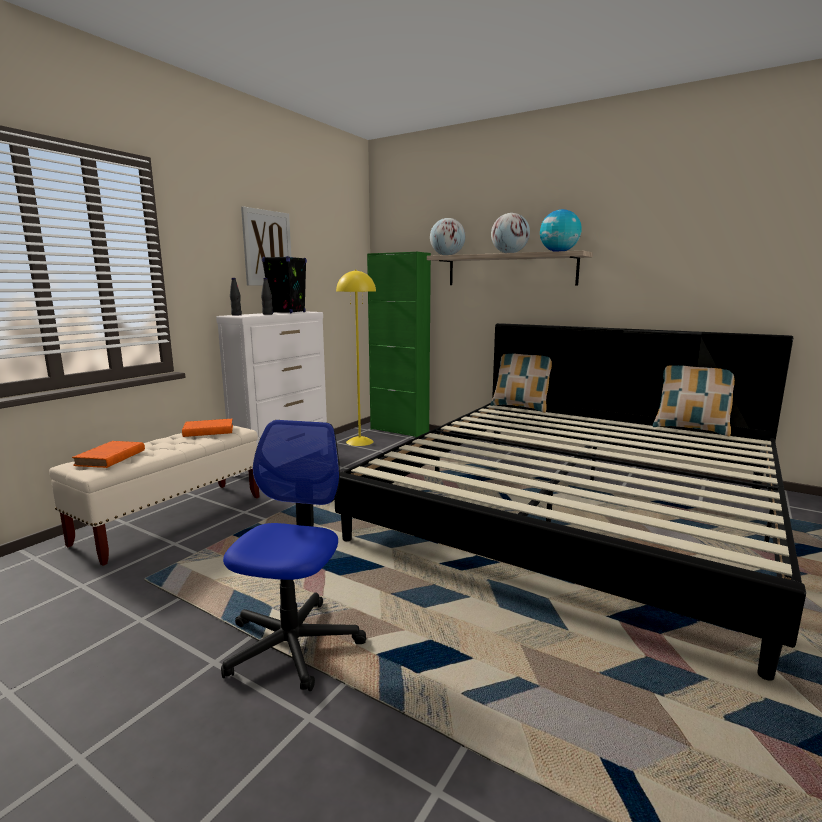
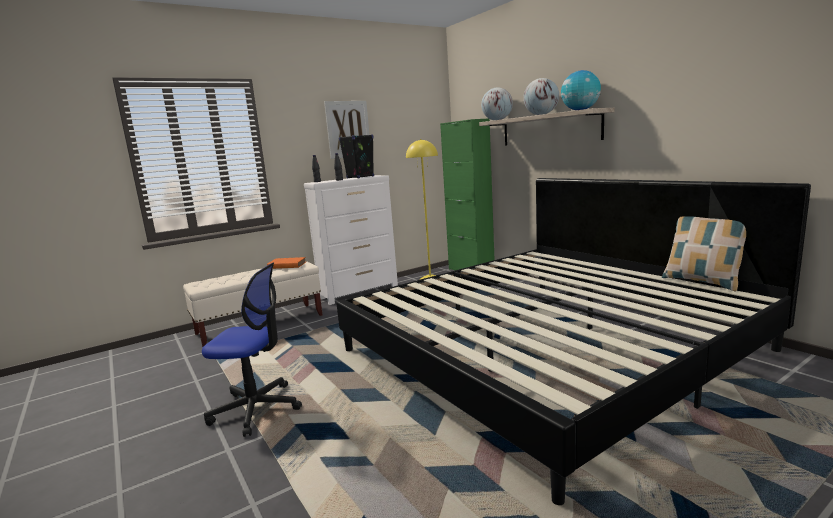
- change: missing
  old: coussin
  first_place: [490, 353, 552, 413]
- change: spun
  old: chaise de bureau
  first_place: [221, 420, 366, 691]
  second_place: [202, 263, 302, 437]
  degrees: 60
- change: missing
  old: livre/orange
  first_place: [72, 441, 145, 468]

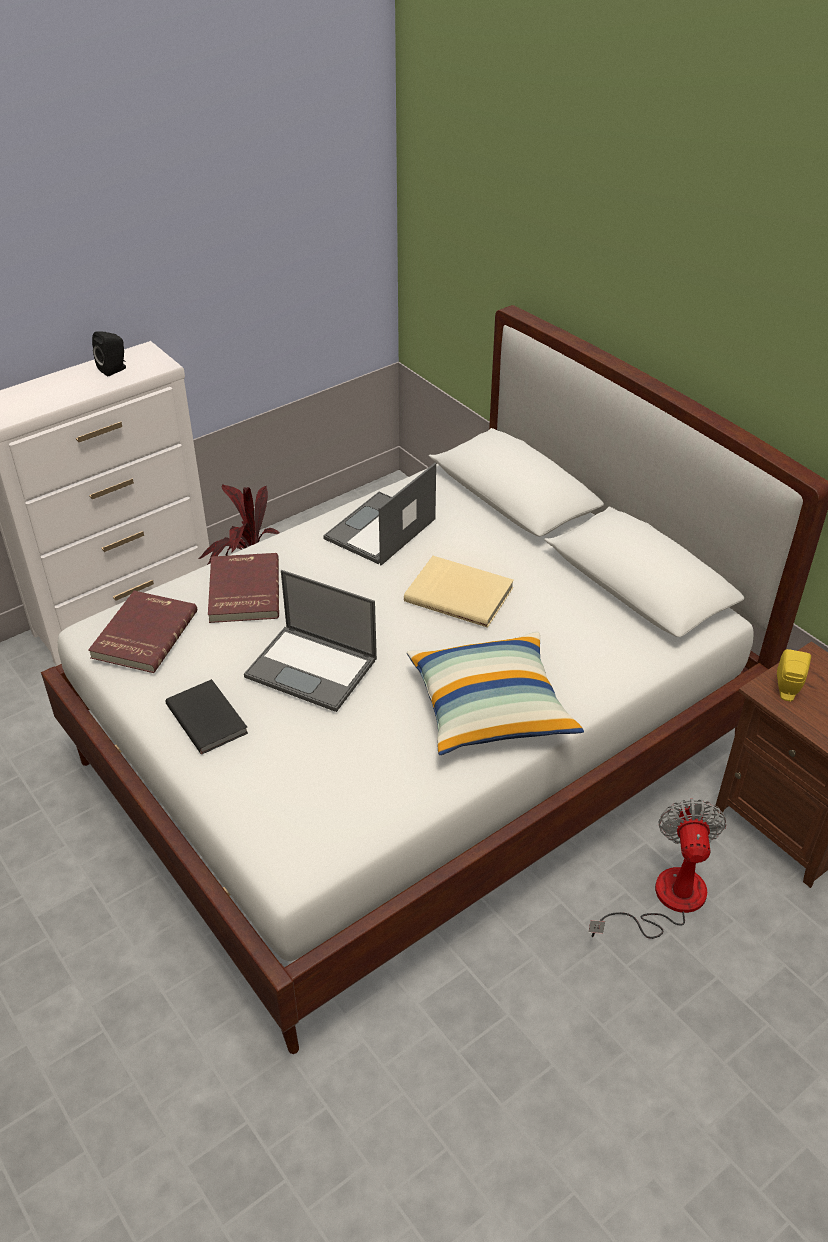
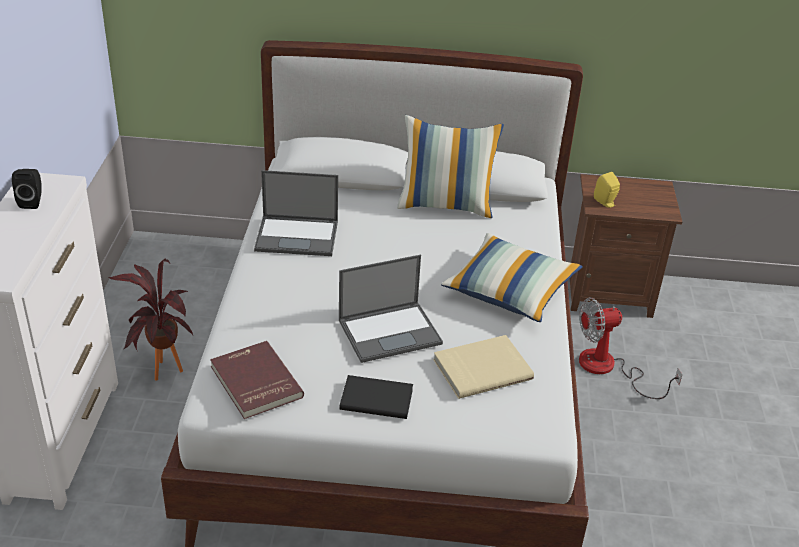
- change: spun
  old: ordinateur portable
  first_place: [323, 463, 436, 565]
  second_place: [254, 170, 338, 256]
  degrees: -75
- change: missing
  old: livre/rouge
  first_place: [208, 553, 279, 623]
- change: relocated
  old: livre/beige
  first_place: [404, 556, 514, 628]
  second_place: [433, 335, 534, 399]
- change: spun
  old: ventilateur
  first_place: [588, 799, 726, 939]
  second_place: [579, 297, 683, 399]
  degrees: -60
- change: appeared
  new: coussin
  second_place: [397, 115, 504, 218]

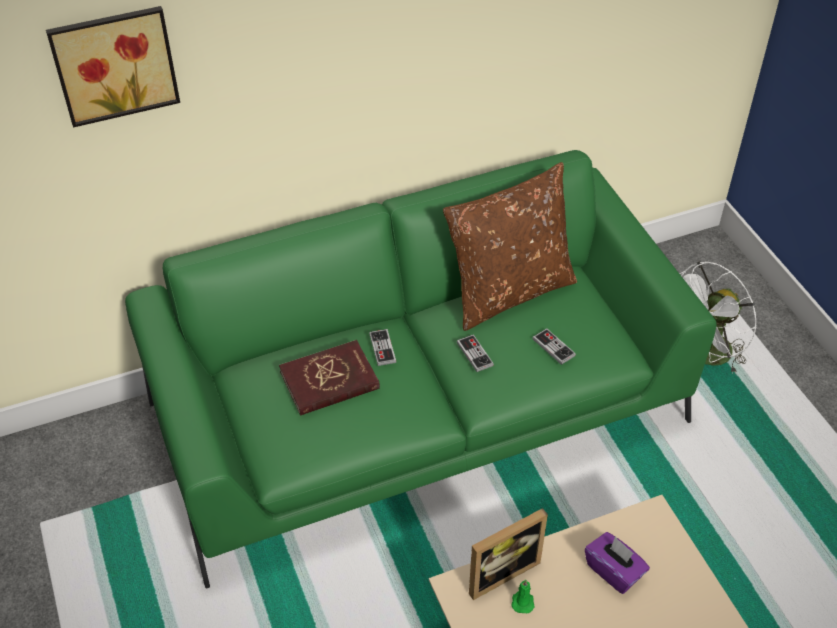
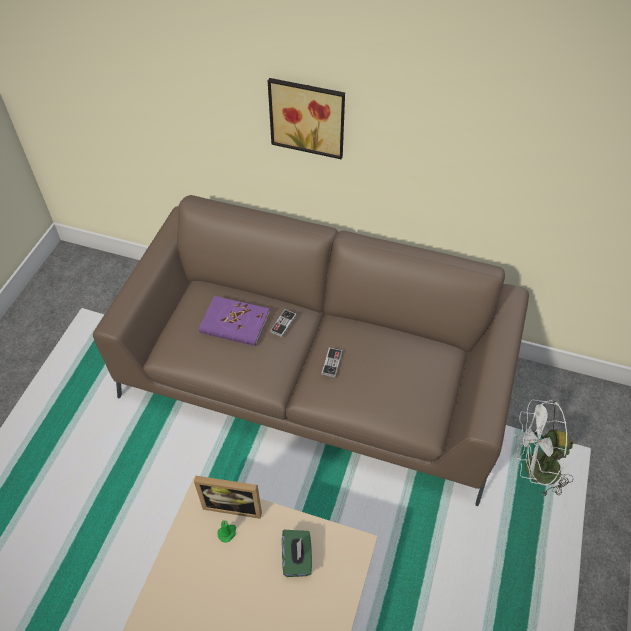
- change: relocated
  old: tableau
  first_place: [46, 6, 180, 128]
  second_place: [268, 78, 345, 159]
- change: colour
  old: canapé/vert
  new: canapé/marron
  first_place: [125, 150, 716, 588]
  second_place: [93, 195, 529, 506]
- change: missing
  old: coussin/marron
  first_place: [443, 162, 577, 331]
- change: missing
  old: manette
  first_place: [533, 328, 576, 365]
- change: colour
  old: livre/rouge
  new: livre/violet
  first_place: [279, 340, 380, 416]
  second_place: [199, 296, 270, 346]
- change: colour
  old: boîte à mouchoirs/violet
  new: boîte à mouchoirs/vert
  first_place: [585, 532, 650, 594]
  second_place: [282, 530, 312, 577]

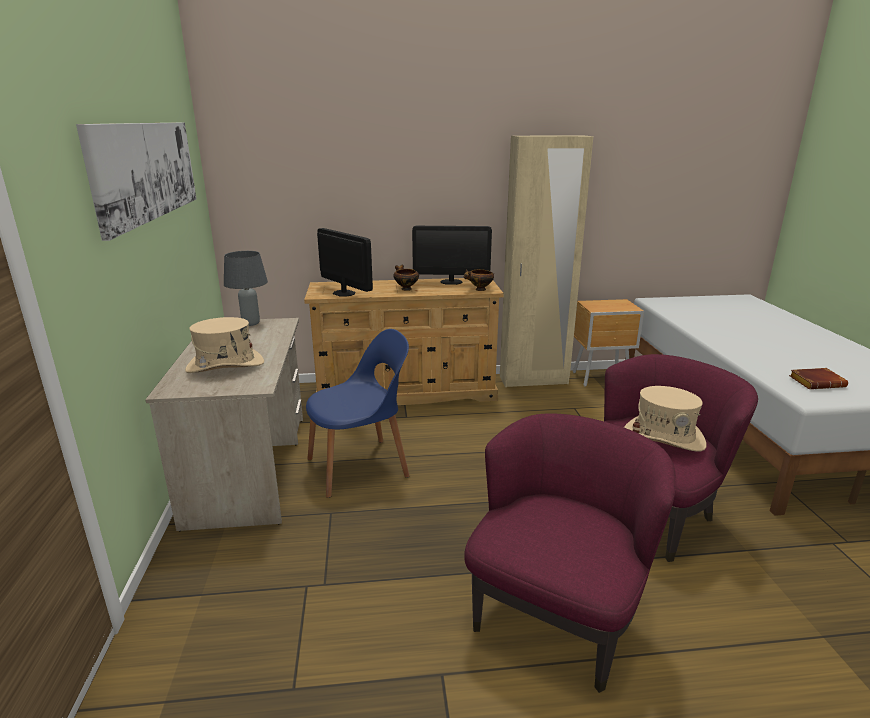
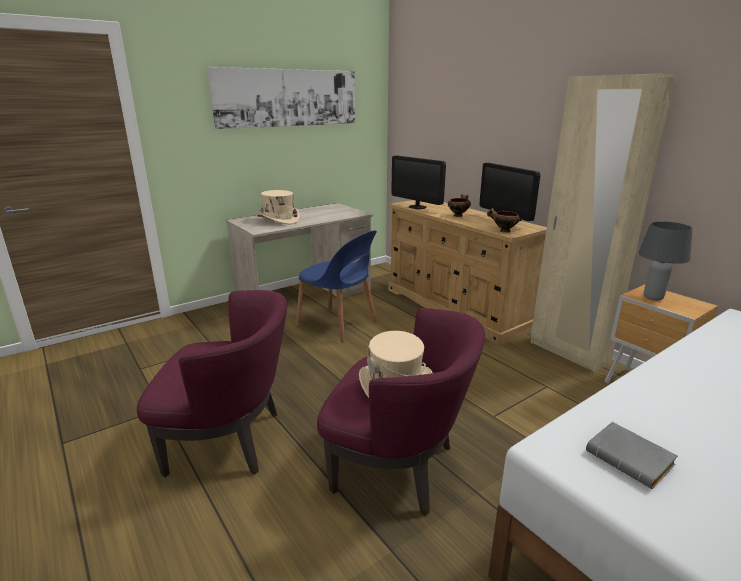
- change: spun
  old: écran d'ordinateur
  first_place: [317, 228, 373, 297]
  second_place: [392, 155, 446, 209]
  degrees: 120
- change: relocated
  old: lampe de table/gris
  first_place: [224, 251, 268, 326]
  second_place: [638, 221, 693, 301]
- change: colour
  old: livre/marron
  new: livre/gris
  first_place: [789, 368, 848, 389]
  second_place: [586, 422, 678, 489]

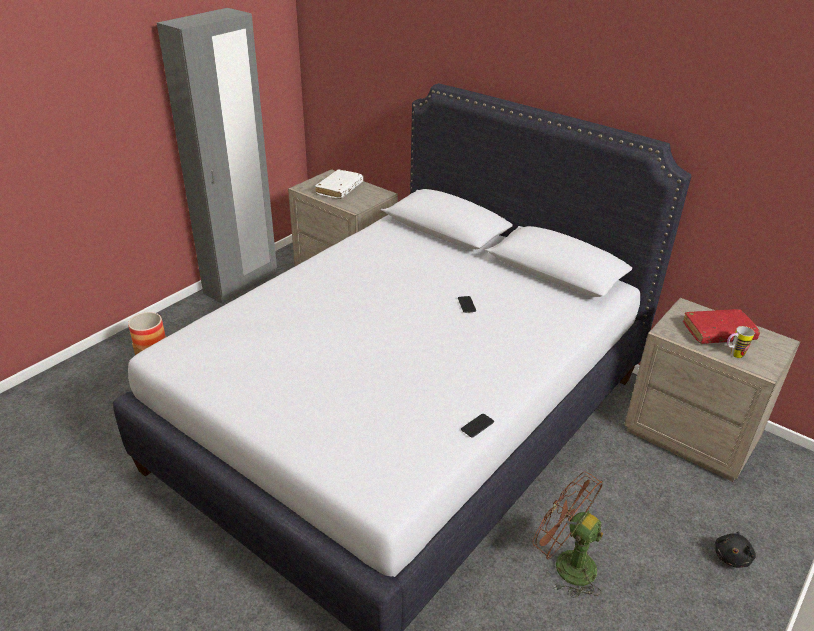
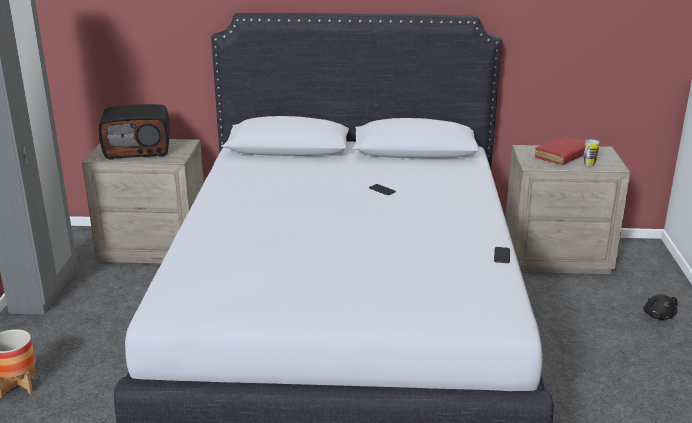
- change: exchanged
  old: livre/blanc
  new: radio
  first_place: [315, 170, 363, 199]
  second_place: [99, 104, 170, 160]
- change: missing
  old: ventilateur/marron
  first_place: [533, 472, 604, 598]

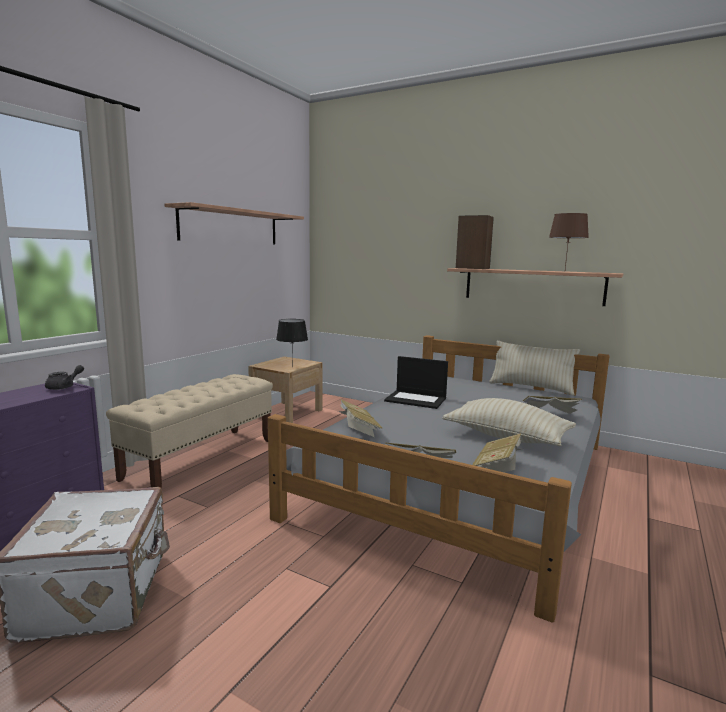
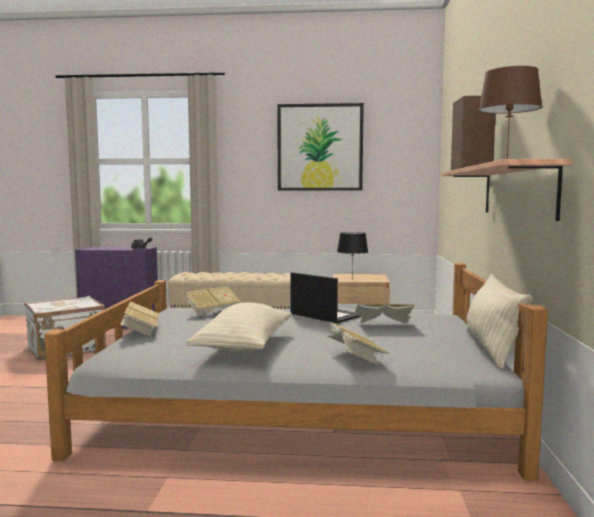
- change: exchanged
  old: étagère
  new: tableau
  first_place: [164, 202, 304, 245]
  second_place: [277, 103, 364, 190]
- change: spun
  old: ordinateur portable
  first_place: [384, 356, 448, 409]
  second_place: [290, 272, 361, 323]
  degrees: 135
- change: relocated
  old: livre
  first_place: [472, 433, 522, 472]
  second_place: [355, 304, 415, 323]

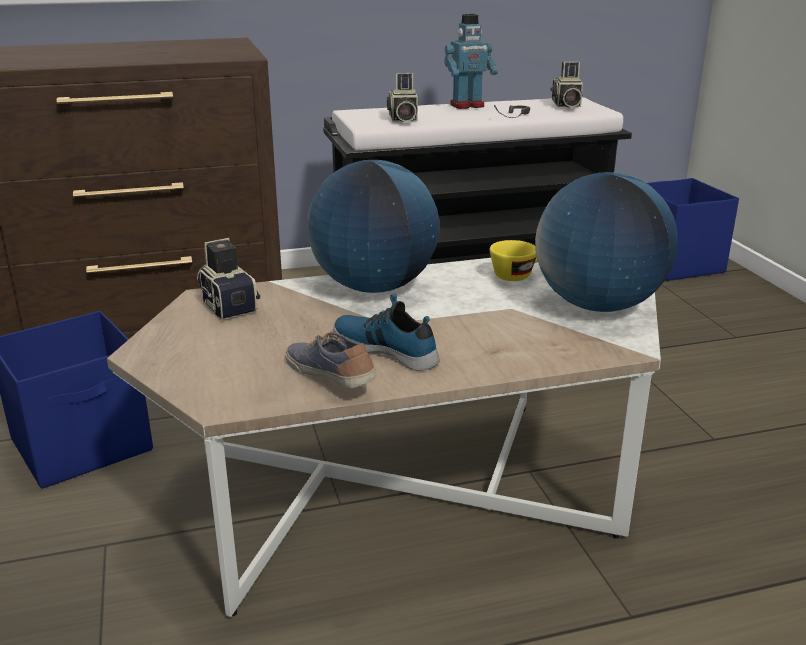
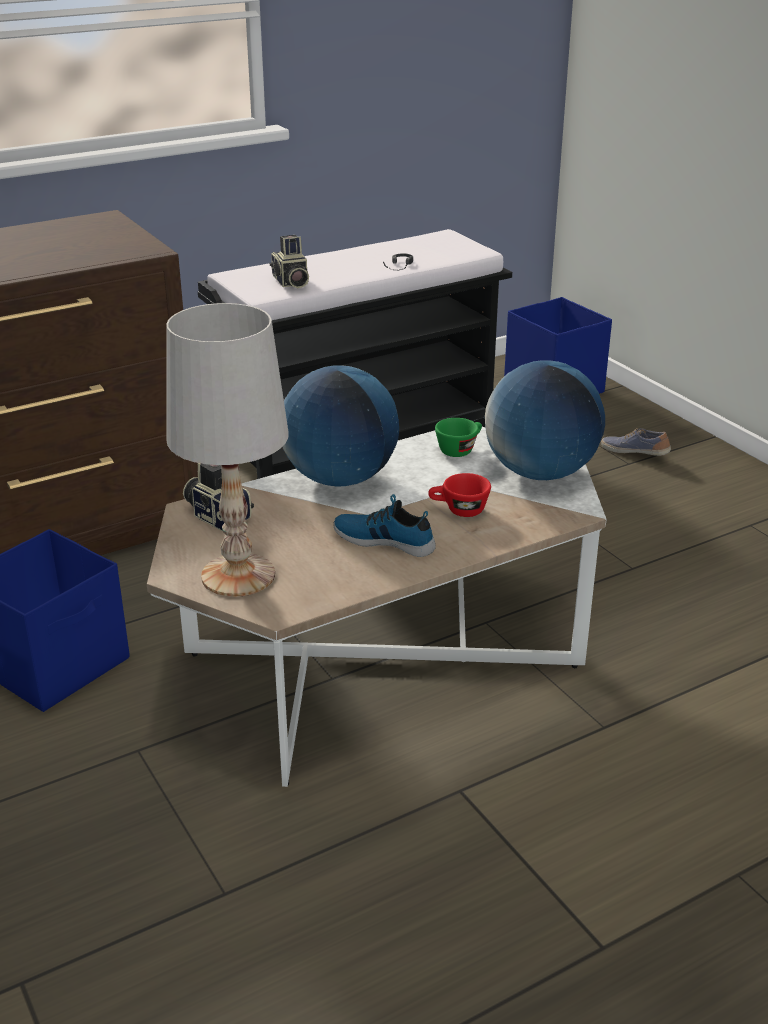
- change: missing
  old: robot jouet
  first_place: [445, 14, 498, 109]
- change: missing
  old: appareil photo
  first_place: [550, 62, 583, 107]
- change: colour
  old: tasse/jaune
  new: tasse/vert
  first_place: [490, 240, 538, 281]
  second_place: [435, 418, 482, 457]
- change: relocated
  old: chaussure
  first_place: [285, 332, 377, 388]
  second_place: [601, 428, 671, 456]
- change: appeared
  new: lampe de table/blanc
  second_place: [166, 303, 289, 597]
- change: appeared
  new: tasse/rouge
  second_place: [428, 473, 491, 517]

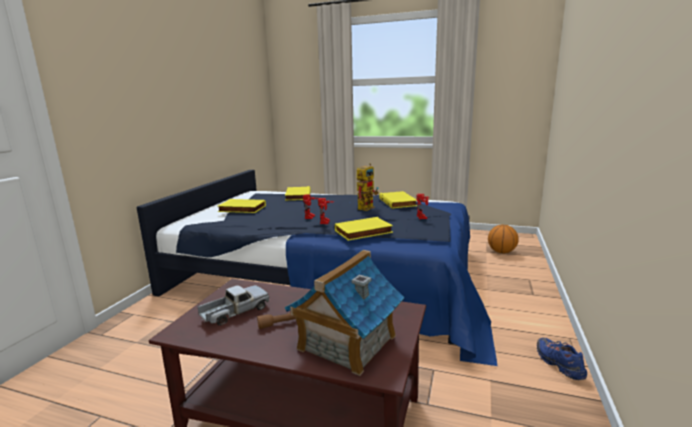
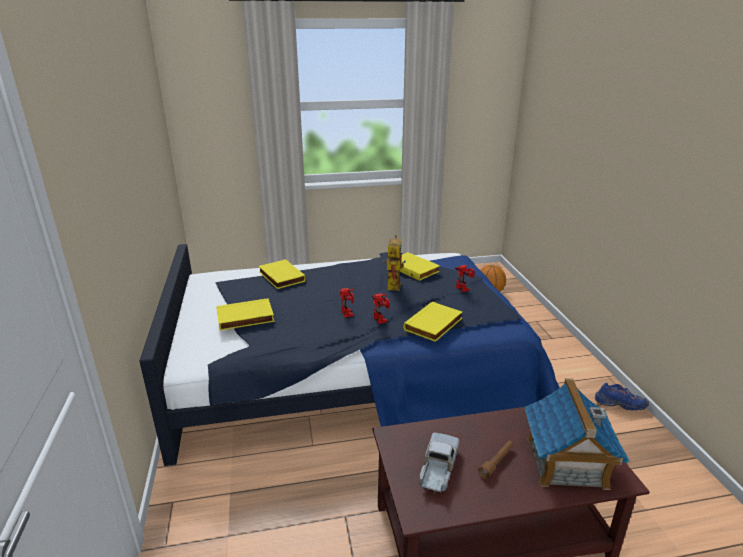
- change: spun
  old: chaussure/bleu
  first_place: [537, 338, 587, 380]
  second_place: [595, 383, 649, 411]
  degrees: 150

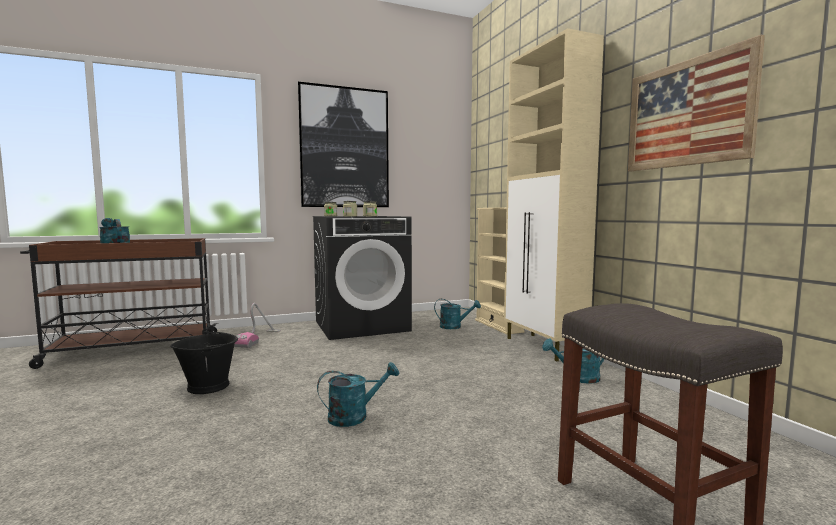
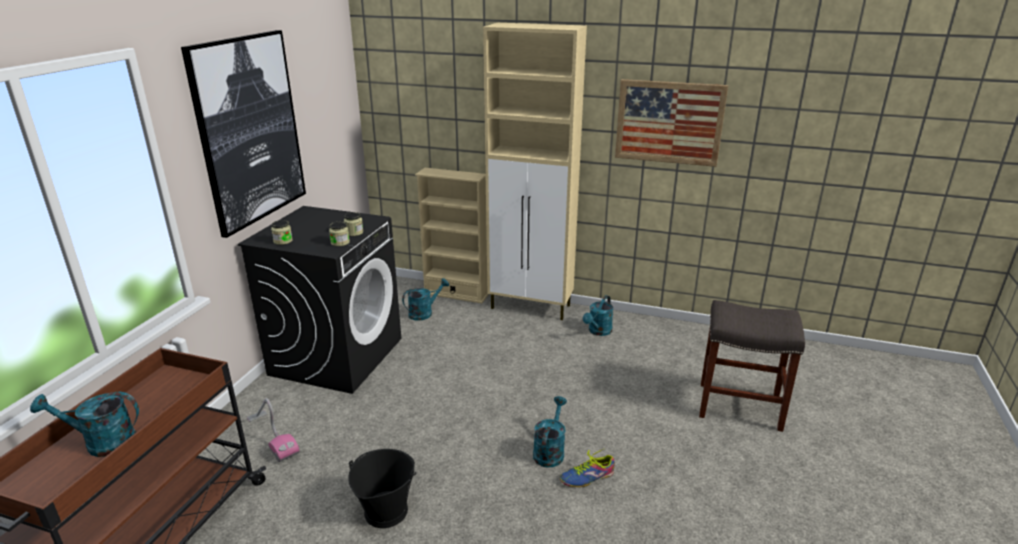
- change: appeared
  new: chaussure
  second_place: [560, 449, 615, 487]

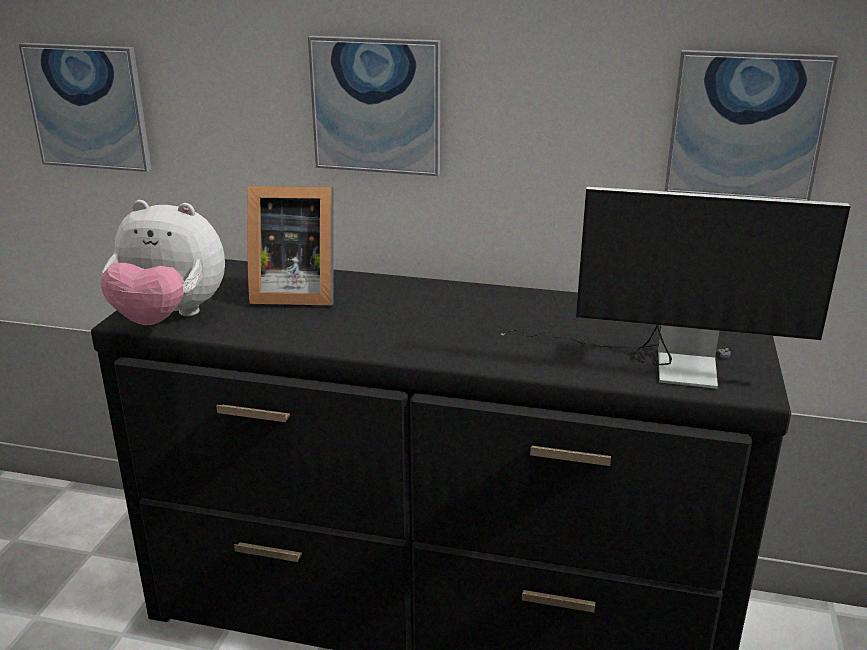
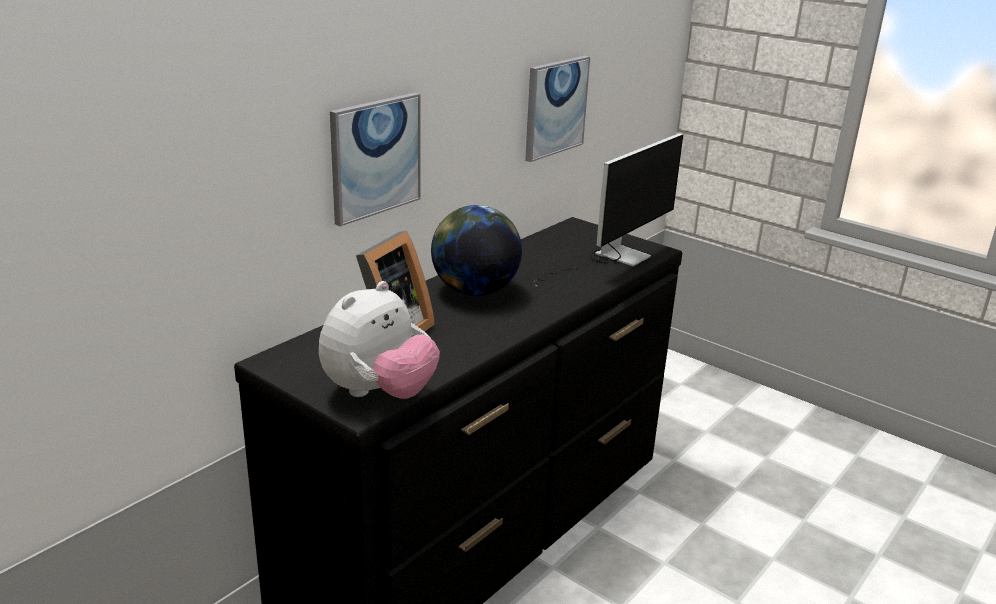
- change: missing
  old: tableau
  first_place: [19, 43, 152, 172]
- change: appeared
  new: globe
  second_place: [431, 205, 522, 296]

